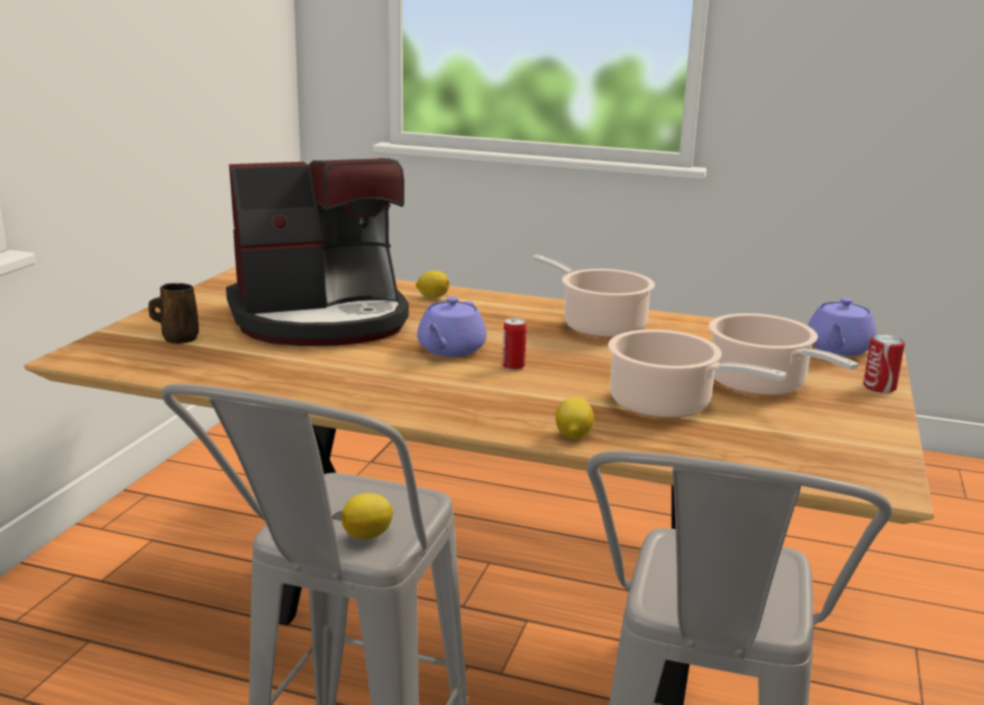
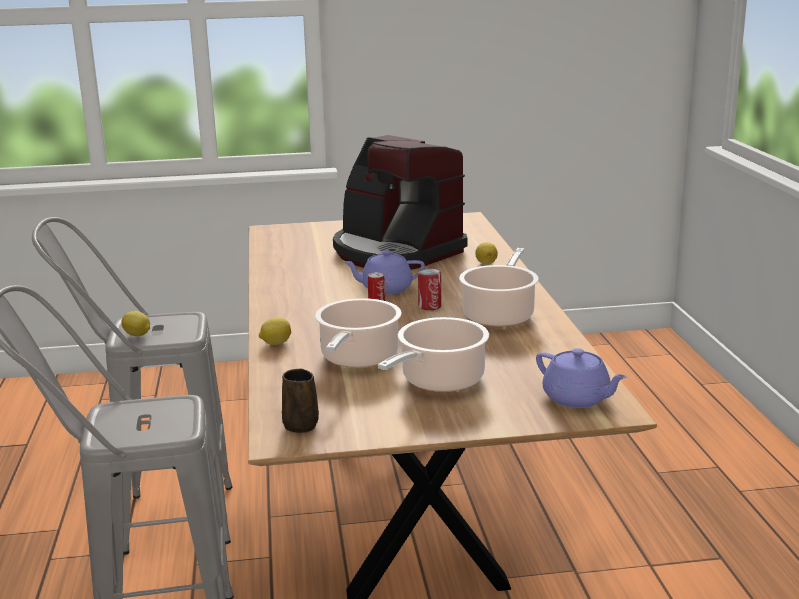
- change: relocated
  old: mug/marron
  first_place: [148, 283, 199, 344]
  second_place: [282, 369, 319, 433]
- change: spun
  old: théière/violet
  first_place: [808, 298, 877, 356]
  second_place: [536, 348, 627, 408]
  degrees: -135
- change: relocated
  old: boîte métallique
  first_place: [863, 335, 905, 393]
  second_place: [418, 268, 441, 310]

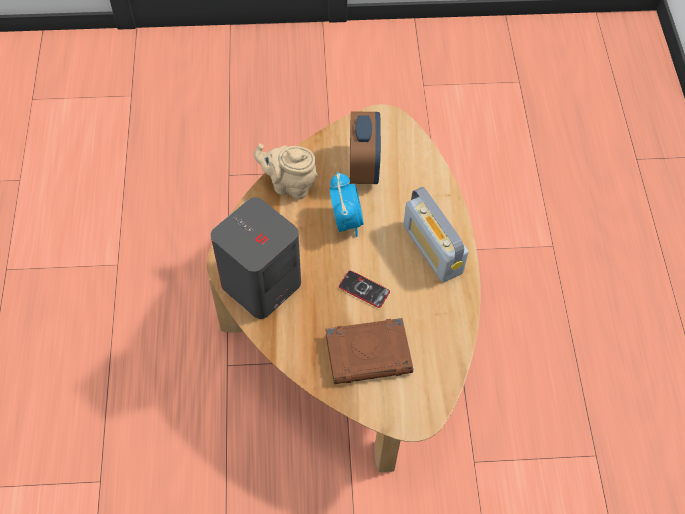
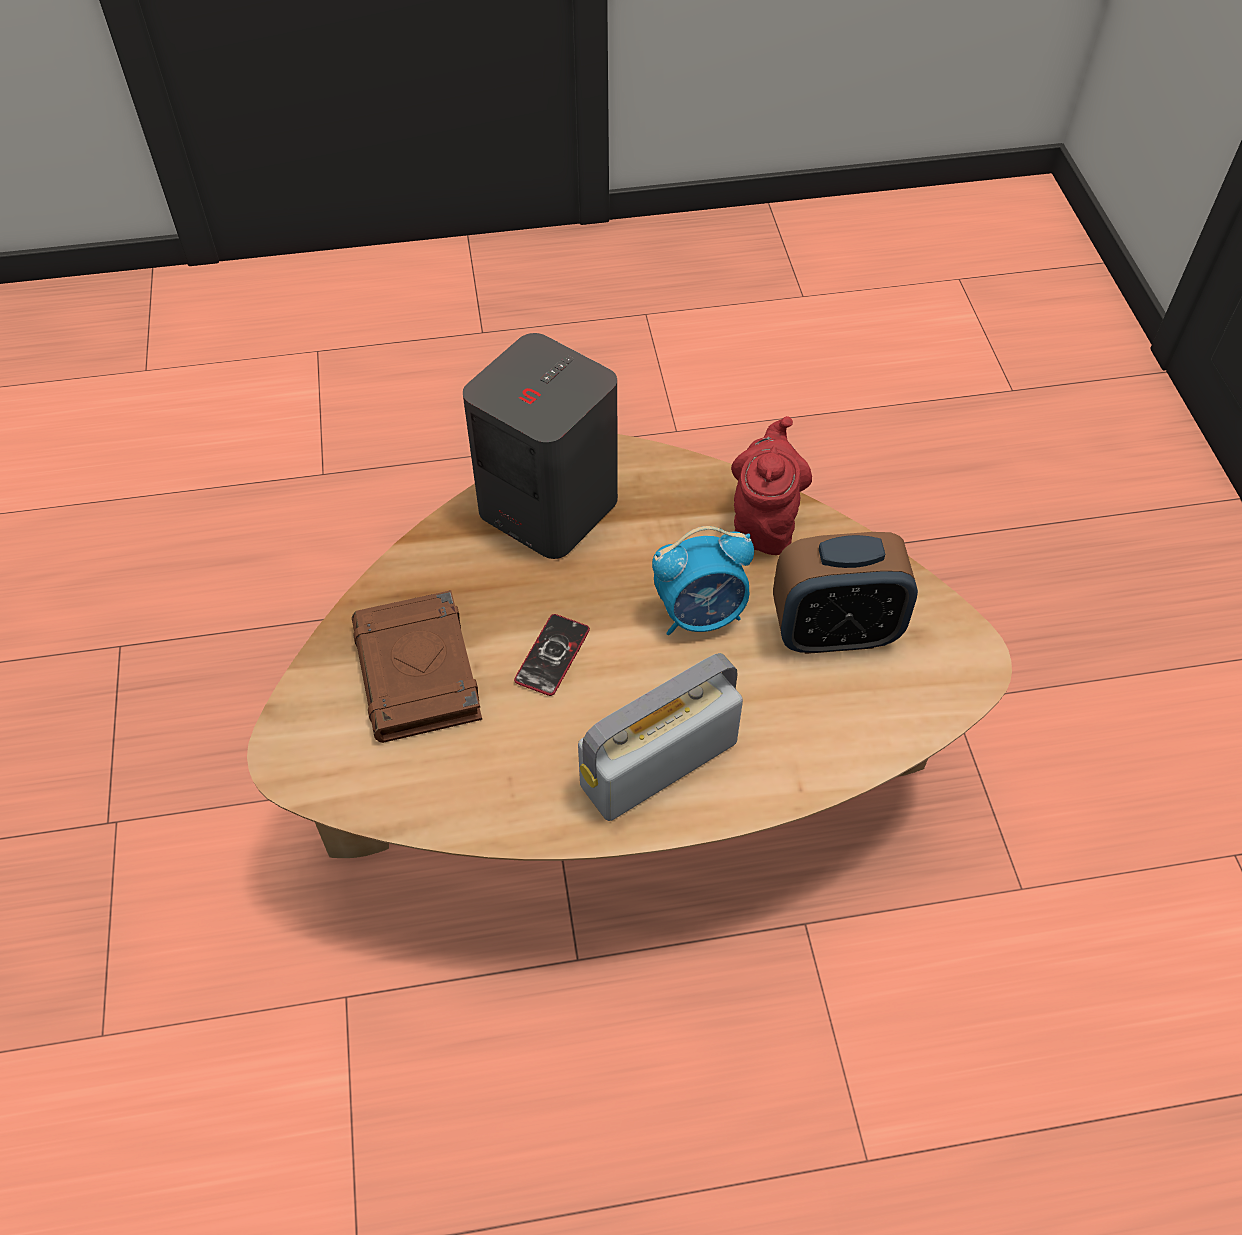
- change: colour
  old: théière/beige
  new: théière/rouge
  first_place: [254, 144, 318, 200]
  second_place: [731, 416, 812, 555]

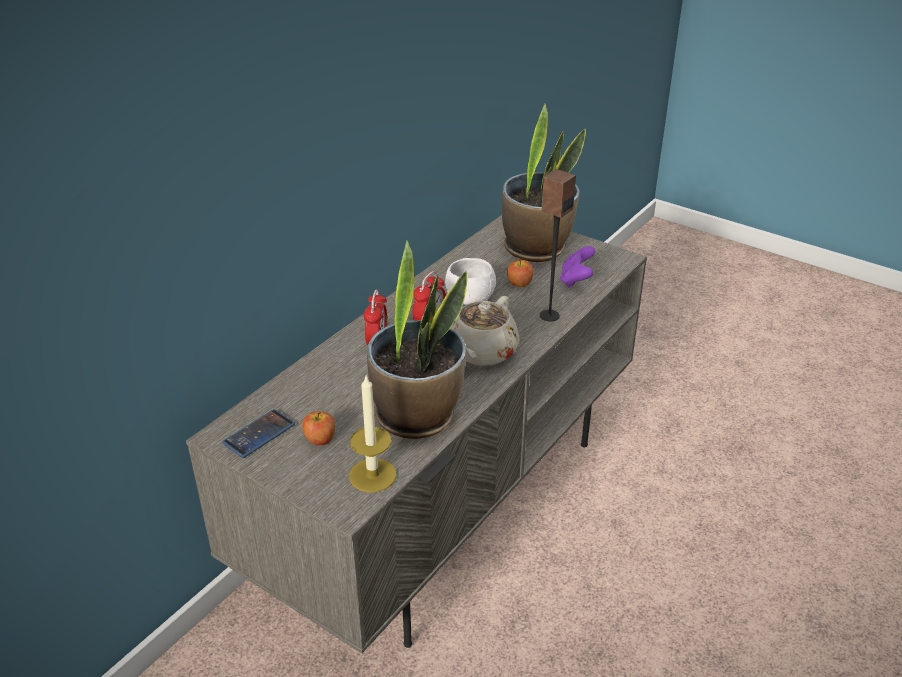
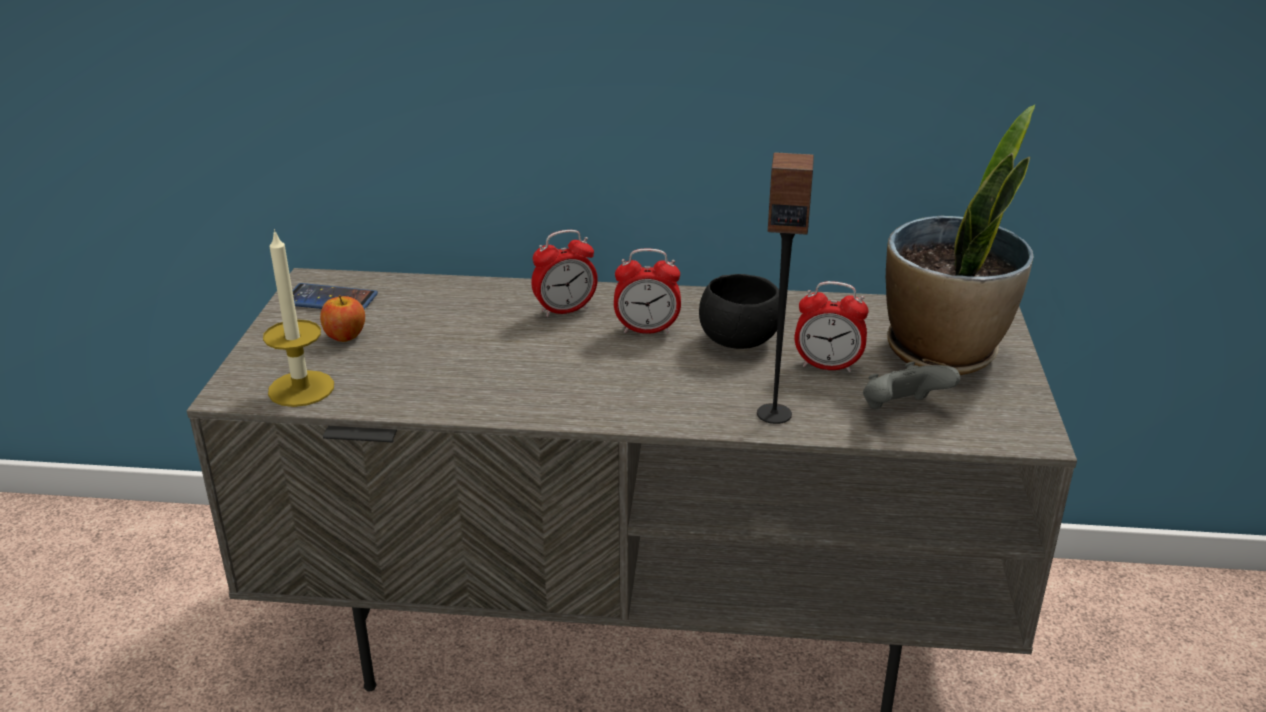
- change: missing
  old: plante en pot
  first_place: [367, 240, 468, 439]
- change: colour
  old: manette/violet
  new: manette/gris
  first_place: [560, 246, 595, 288]
  second_place: [863, 361, 960, 409]
- change: colour
  old: bol/blanc
  new: bol/noir
  first_place: [445, 258, 496, 305]
  second_place: [699, 274, 779, 349]
- change: exchanged
  old: pomme
  new: réveil
  first_place: [507, 259, 534, 287]
  second_place: [795, 281, 869, 372]
- change: missing
  old: théière/beige
  first_place: [451, 296, 520, 366]

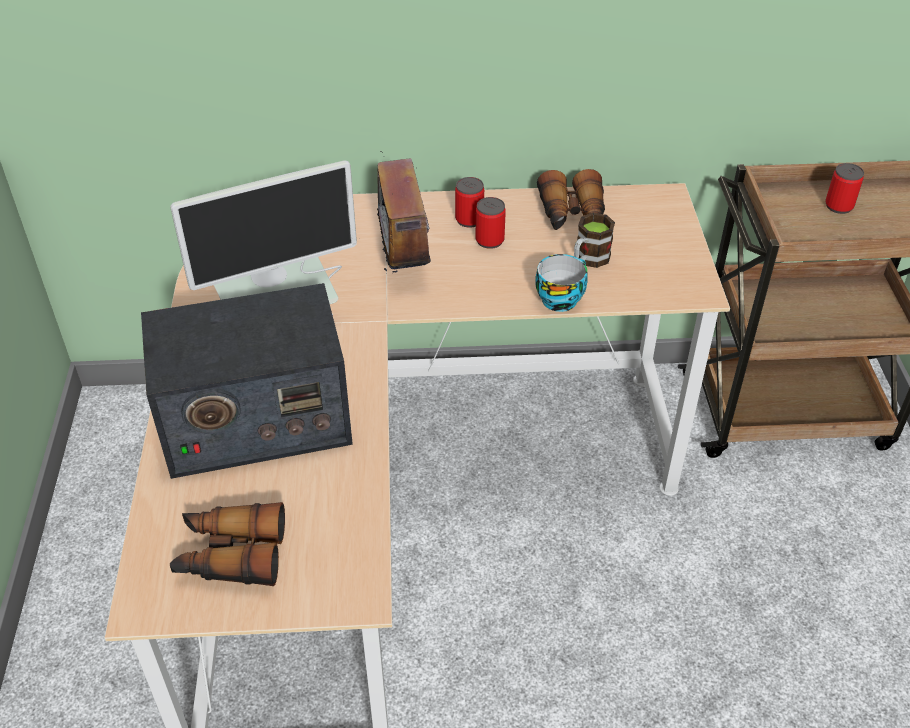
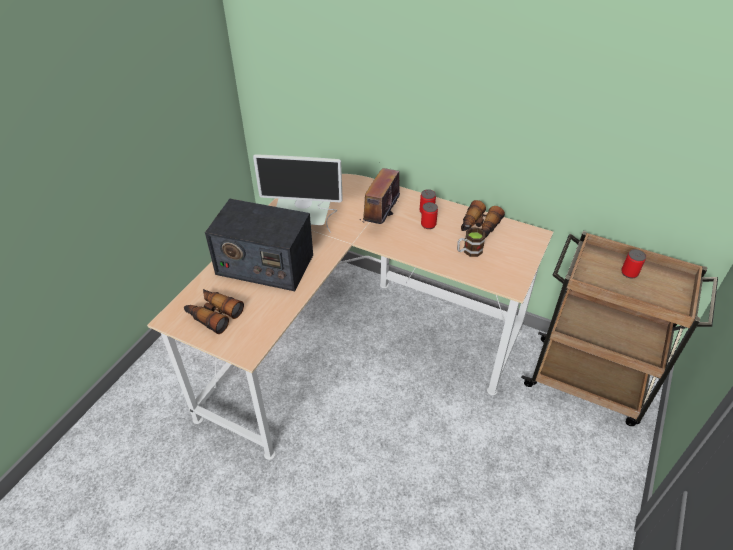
- change: missing
  old: tasse
  first_place: [535, 254, 588, 312]

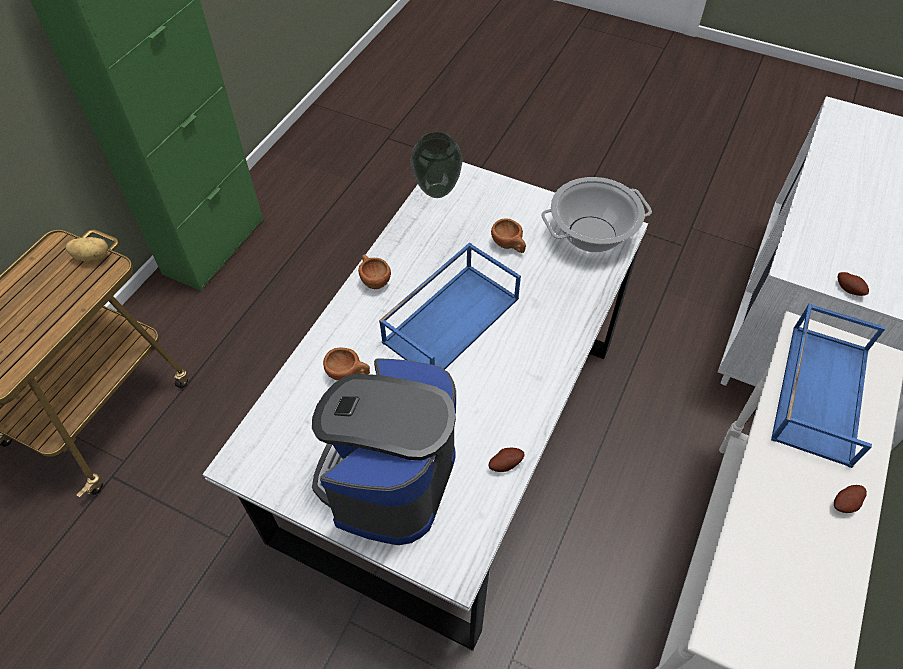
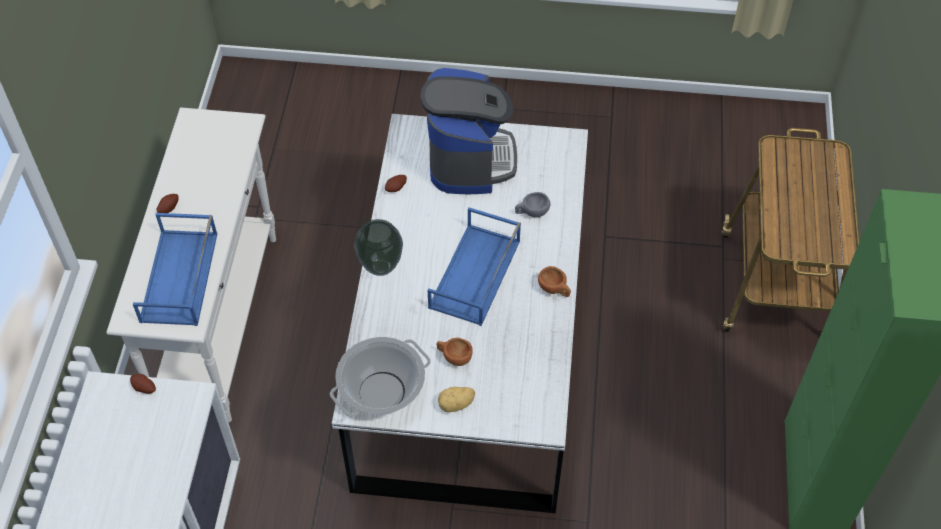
- change: relocated
  old: vase
  first_place: [410, 132, 463, 198]
  second_place: [354, 219, 403, 276]
- change: relocated
  old: pomme de terre
  first_place: [66, 237, 108, 262]
  second_place: [438, 387, 475, 413]
- change: colour
  old: tasse/marron
  new: tasse/gris
  first_place: [323, 348, 370, 380]
  second_place: [515, 192, 550, 217]

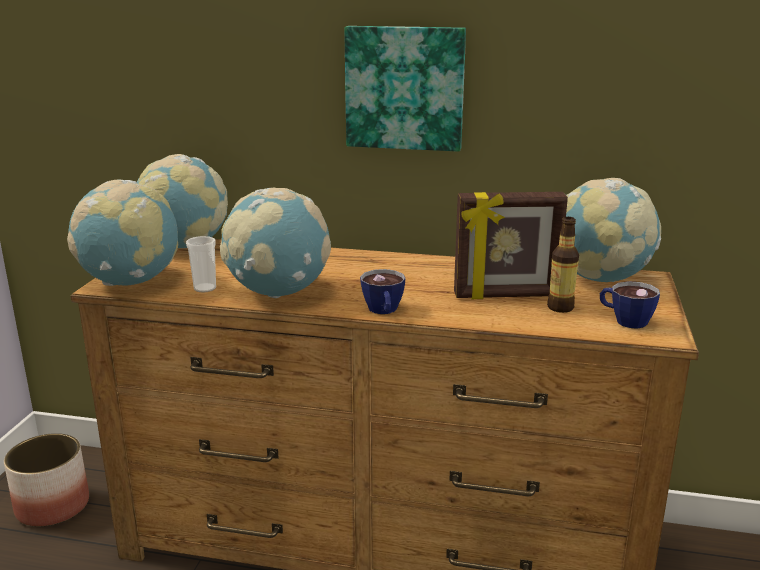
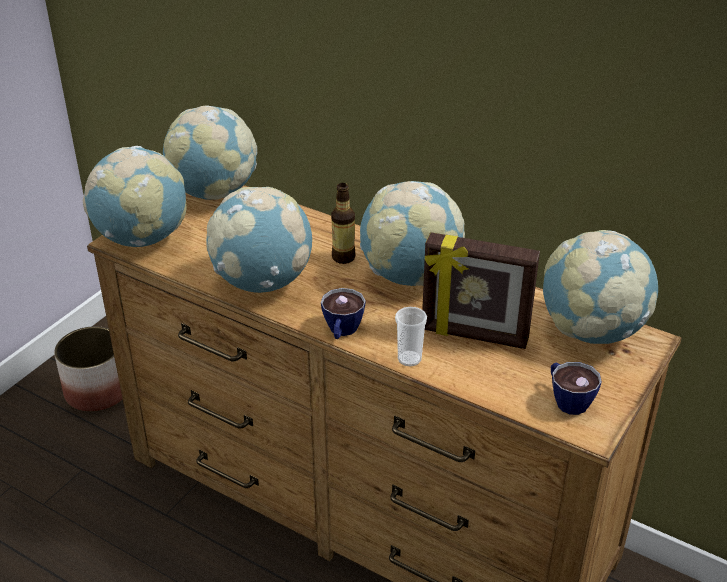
- change: missing
  old: tableau
  first_place: [344, 26, 466, 152]
- change: relocated
  old: bouteille
  first_place: [547, 217, 579, 313]
  second_place: [331, 183, 356, 264]
- change: relocated
  old: tasse
  first_place: [186, 236, 216, 292]
  second_place: [395, 307, 427, 366]
- change: appeared
  new: globe
  second_place: [360, 181, 465, 286]

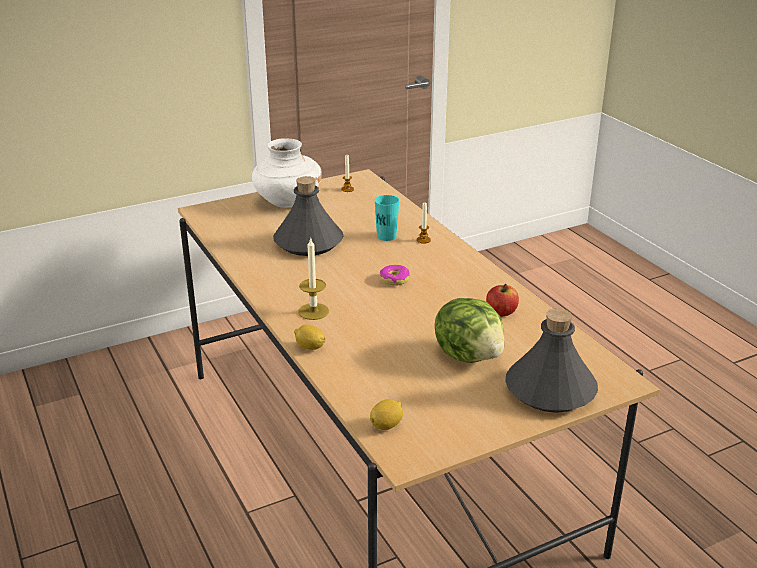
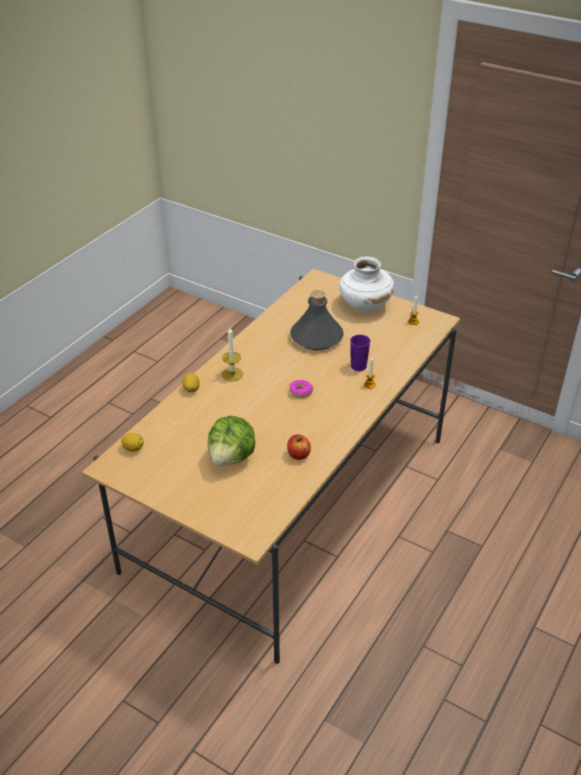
- change: colour
  old: tasse/turquoise
  new: tasse/violet
  first_place: [374, 195, 399, 241]
  second_place: [350, 335, 370, 371]
- change: missing
  old: bouteille/gris
  first_place: [505, 308, 598, 413]

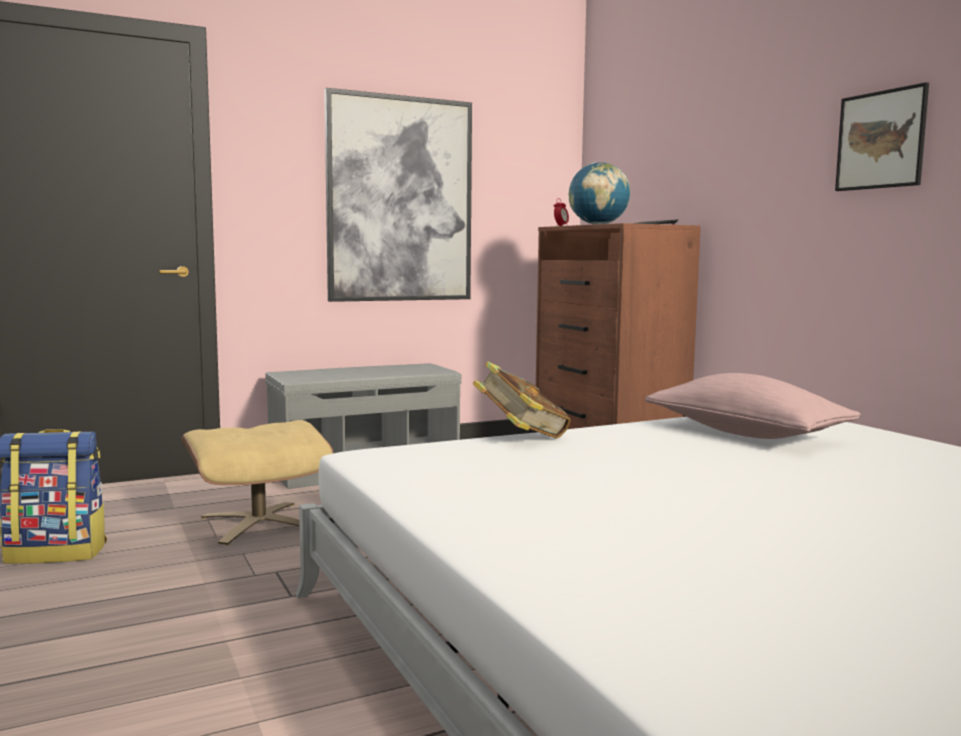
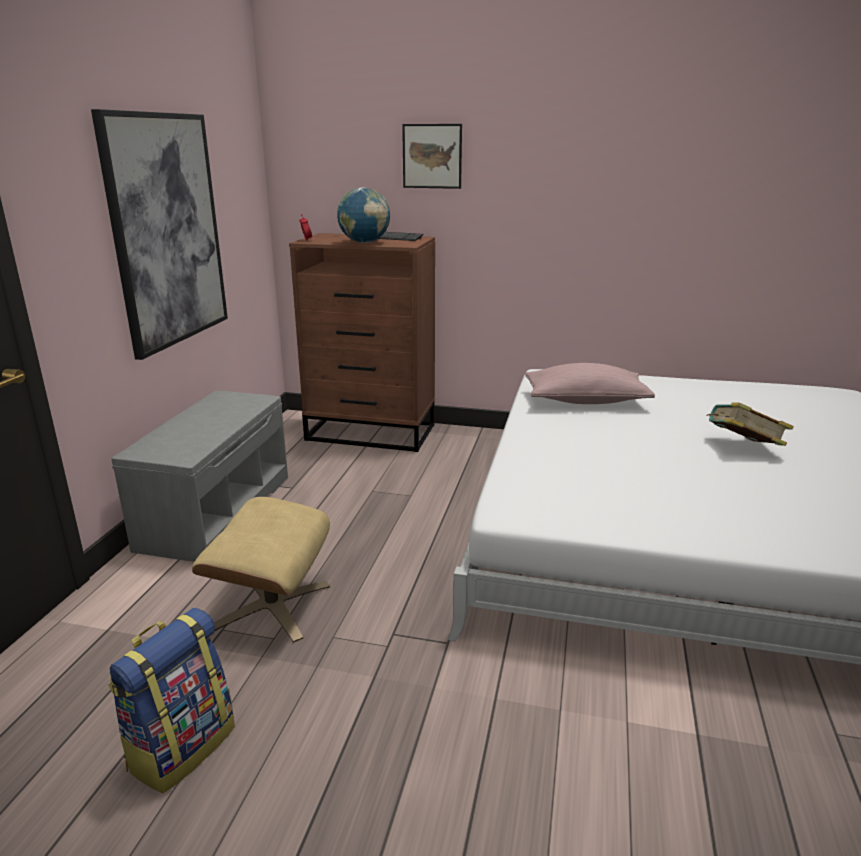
- change: relocated
  old: tableau
  first_place: [835, 82, 929, 191]
  second_place: [402, 124, 462, 189]
- change: relocated
  old: livre
  first_place: [473, 361, 571, 439]
  second_place: [706, 402, 794, 446]

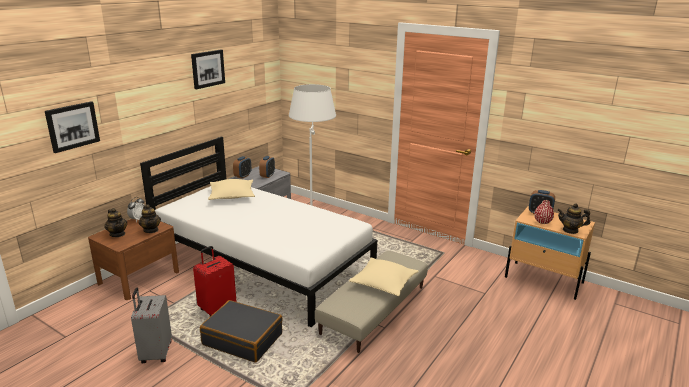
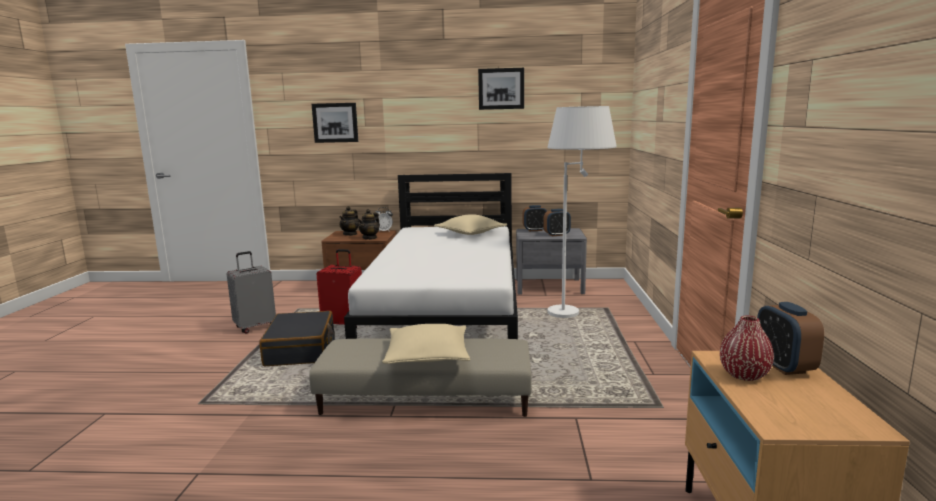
- change: missing
  old: théière
  first_place: [557, 203, 590, 234]

